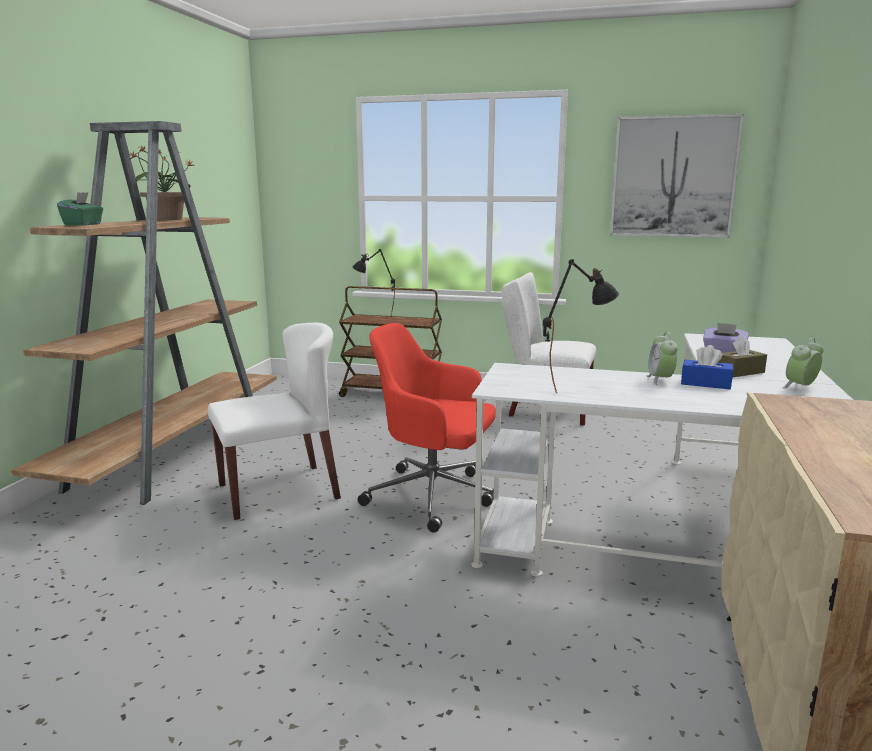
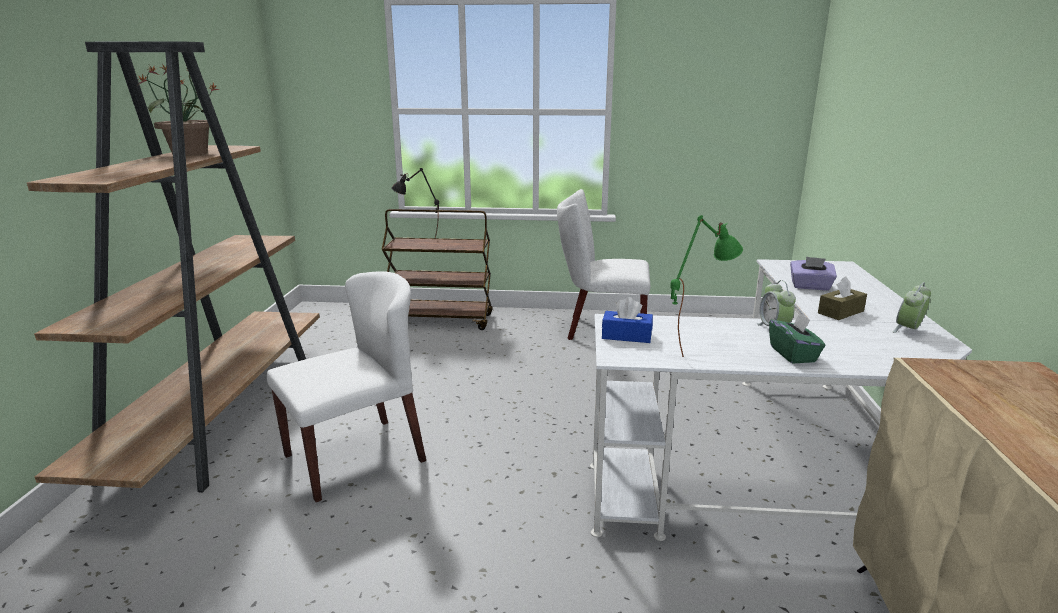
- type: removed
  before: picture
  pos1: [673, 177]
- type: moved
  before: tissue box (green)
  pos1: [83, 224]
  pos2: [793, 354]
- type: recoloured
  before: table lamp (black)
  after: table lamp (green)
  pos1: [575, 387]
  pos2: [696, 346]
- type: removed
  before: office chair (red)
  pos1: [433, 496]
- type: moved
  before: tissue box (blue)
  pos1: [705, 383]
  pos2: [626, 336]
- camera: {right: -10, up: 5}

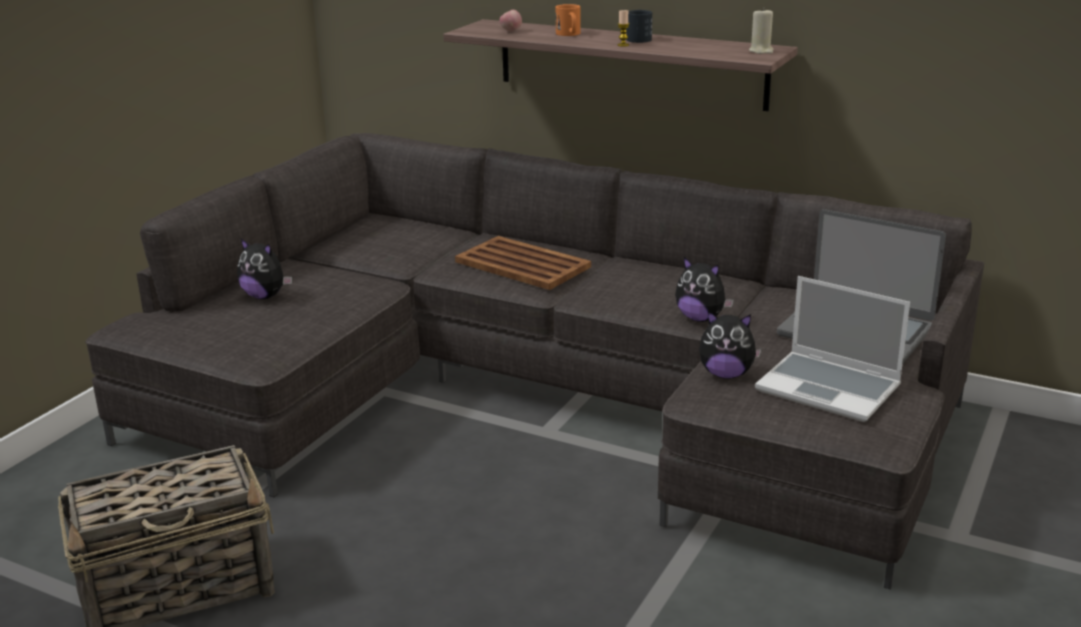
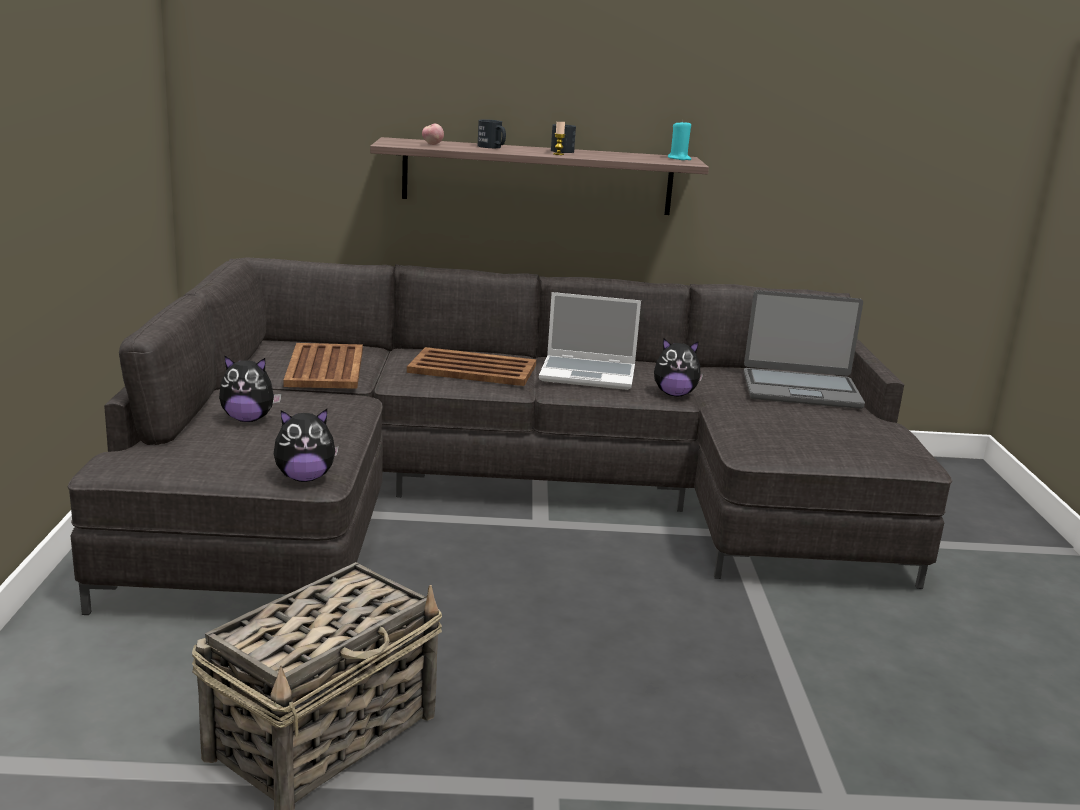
- type: recoloured
  before: mug (orange)
  after: mug (black)
  pos1: [569, 34]
  pos2: [492, 147]
- type: recoloured
  before: candle (beige)
  after: candle (turquoise)
  pos1: [761, 51]
  pos2: [679, 159]
- type: moved
  before: laptop
  pos1: [830, 388]
  pos2: [589, 374]
- type: moved
  before: plush toy
  pos1: [726, 374]
  pos2: [305, 478]
- type: added
  after: tray (brown)
  pos2: [325, 367]
- camera: {right: -30, up: -5}

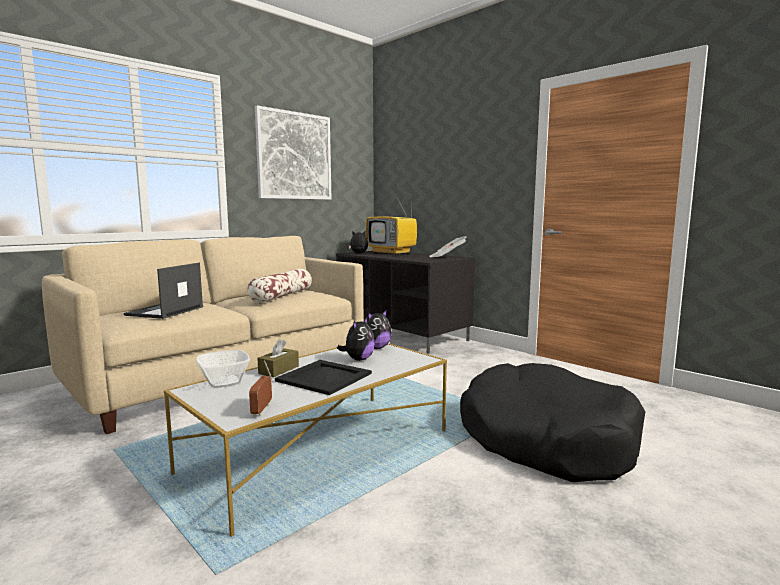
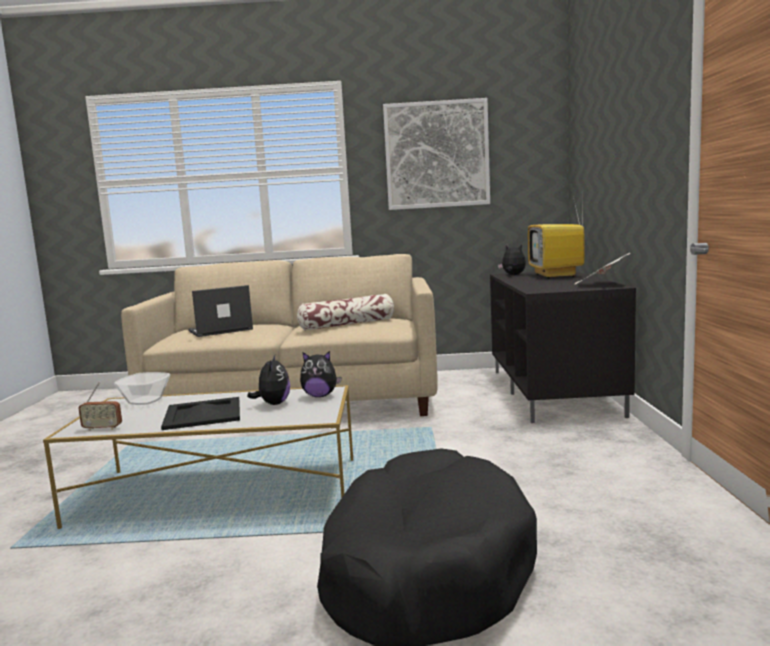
- type: turned
  before: plush toy
  pos1: [358, 359]
  pos2: [273, 404]
  turn: -75
- type: removed
  before: tissue box (brown)
  pos1: [279, 370]
- type: turned
  before: radio
  pos1: [262, 409]
  pos2: [102, 428]
  turn: -135
- camera: {right: 45, up: 0}

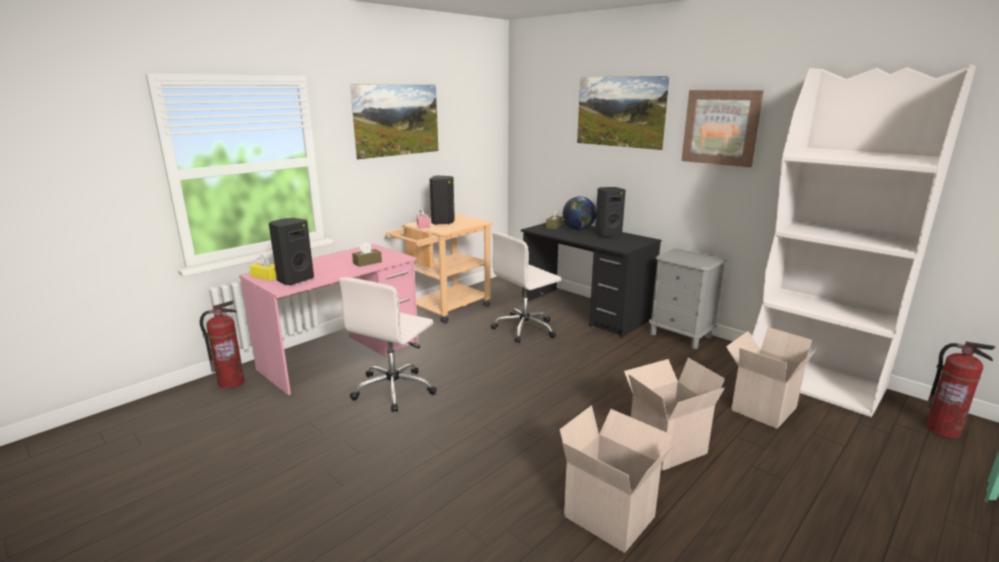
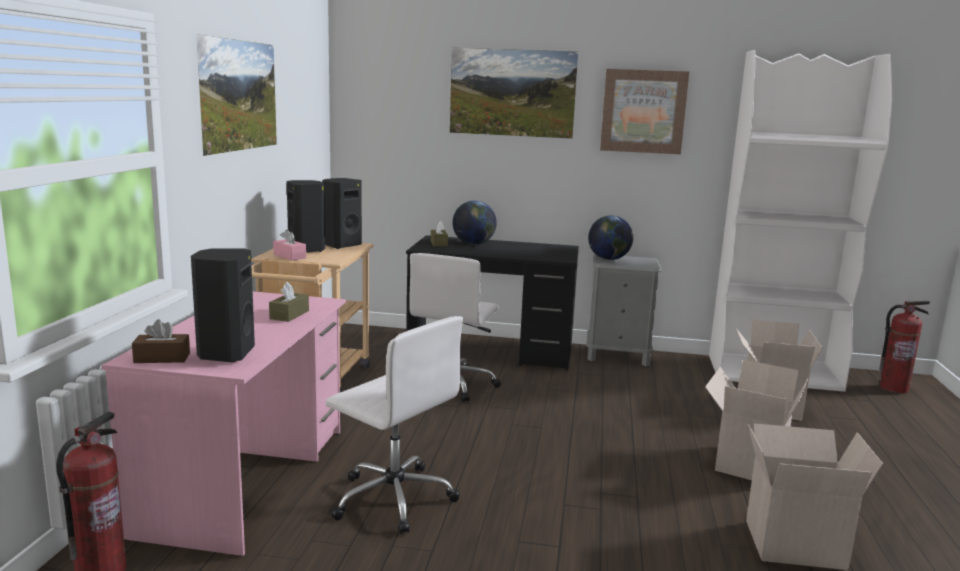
- type: moved
  before: speaker (black)
  pos1: [607, 234]
  pos2: [341, 245]
- type: recoloured
  before: tissue box (yellow)
  after: tissue box (brown)
  pos1: [266, 276]
  pos2: [162, 358]
- type: turned
  before: office chair (white)
  pos1: [394, 389]
  pos2: [393, 498]
  turn: -45
- type: added
  after: globe
  pos2: [609, 259]
- camera: {right: -35, up: -5}

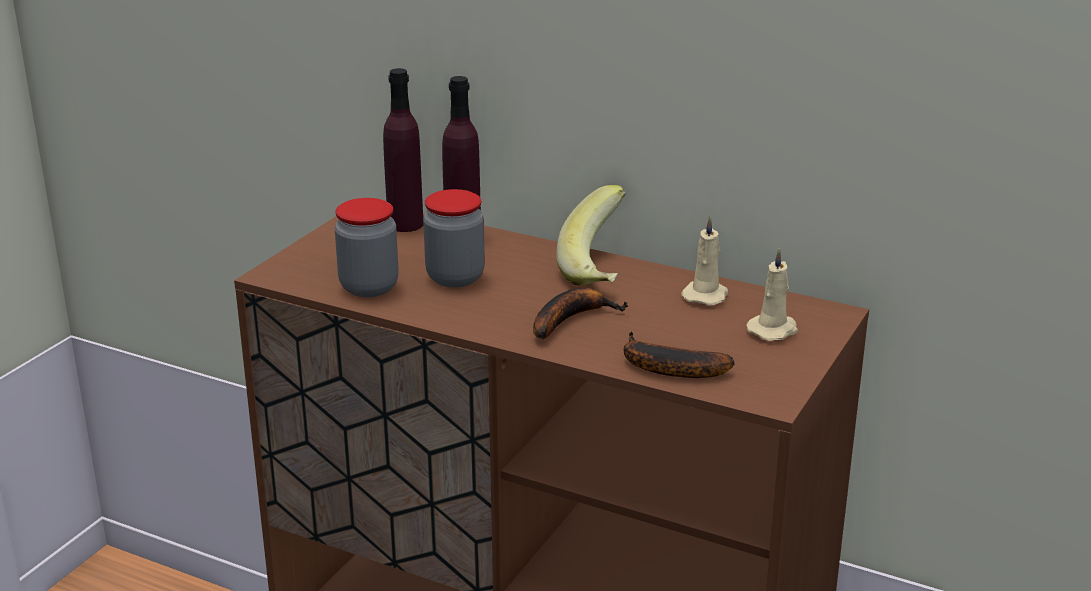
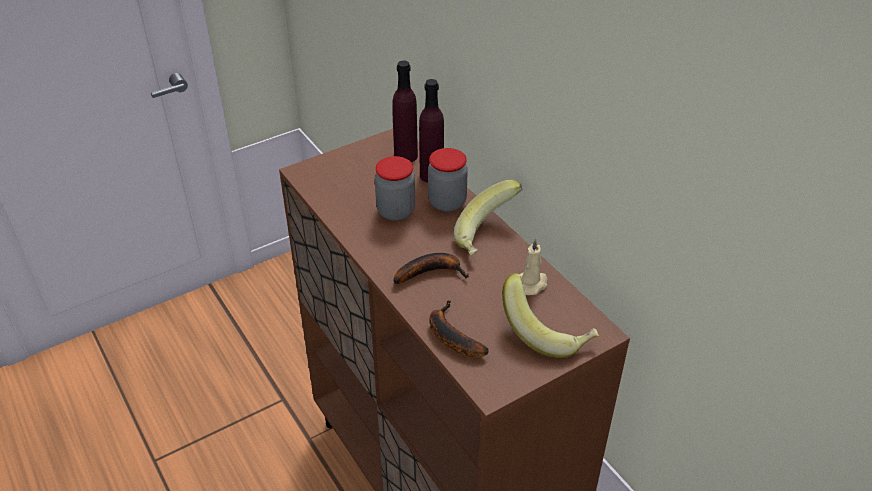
- type: moved
  before: jar
  pos1: [369, 287]
  pos2: [447, 202]
- type: replaced
  before: candle (beige)
  after: banana
  pos1: [774, 330]
  pos2: [547, 332]
- camera: {right: 30, up: 15}

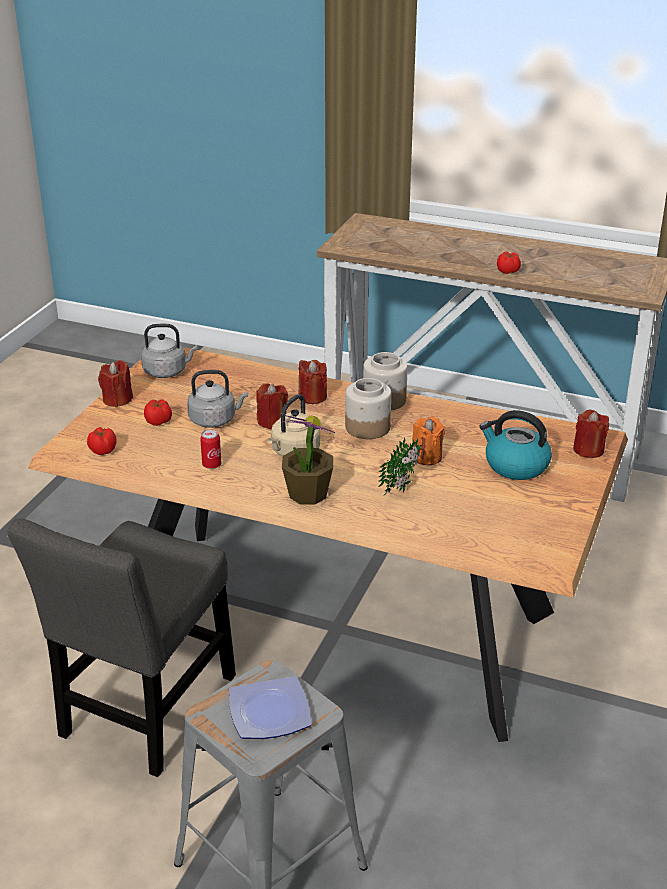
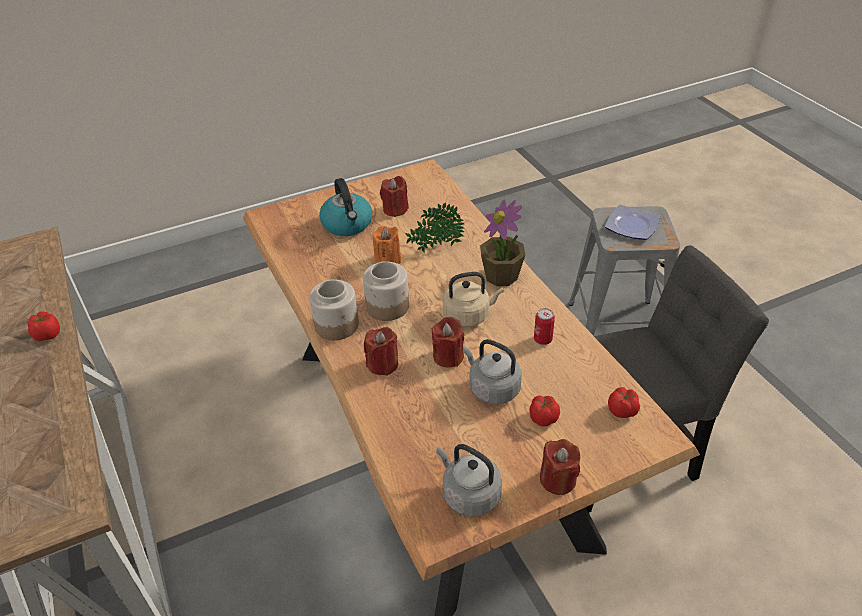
- type: moved
  before: candle (red)
  pos1: [588, 450]
  pos2: [395, 209]
- camera: {right: -135, up: 10}

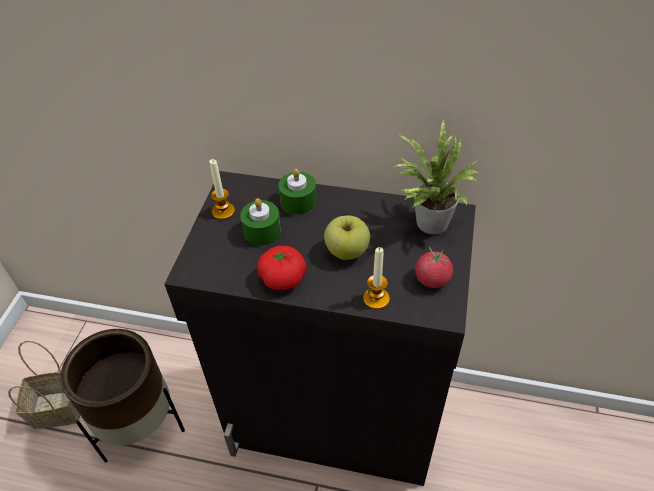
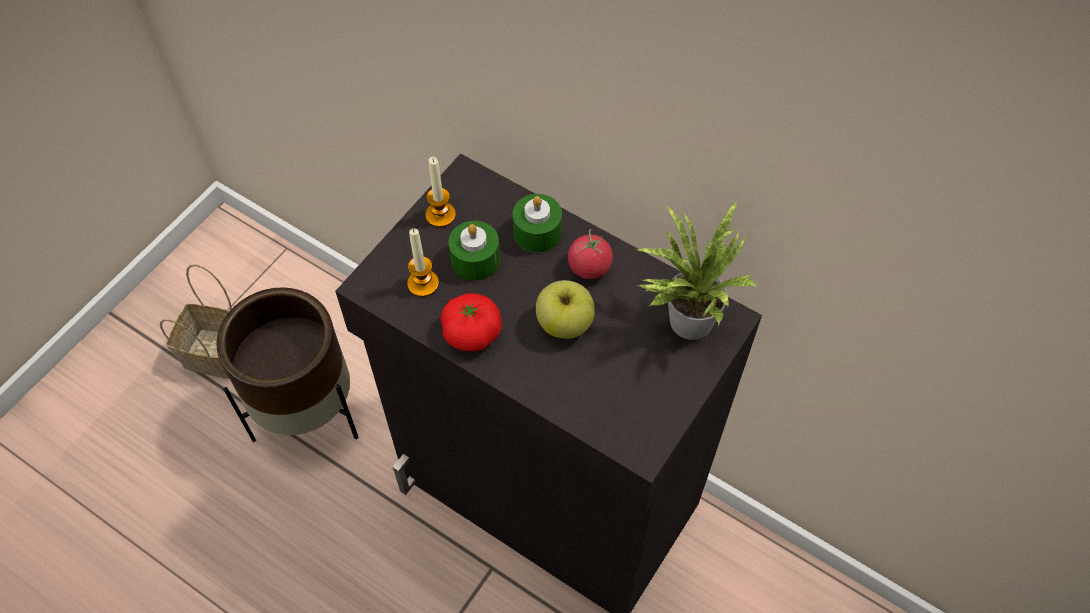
- type: moved
  before: candle
  pos1: [376, 298]
  pos2: [423, 283]
- type: moved
  before: tomato
  pos1: [432, 279]
  pos2: [589, 267]
- camera: {right: 20, up: 10}

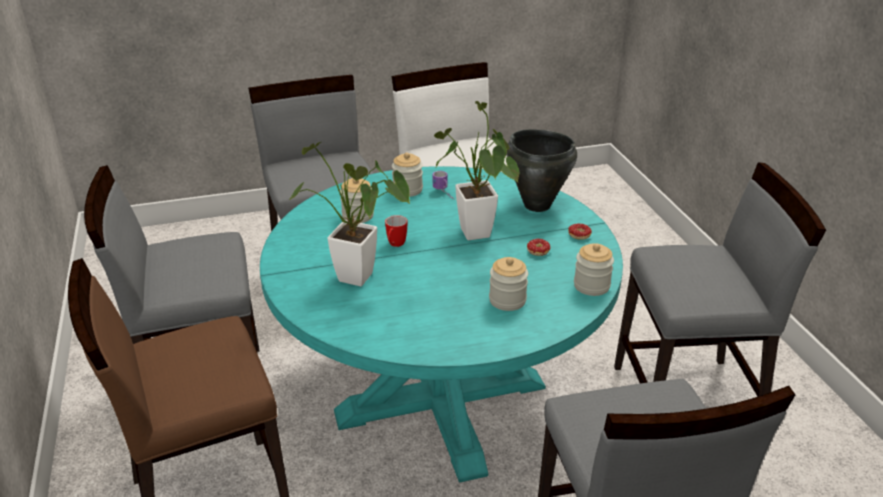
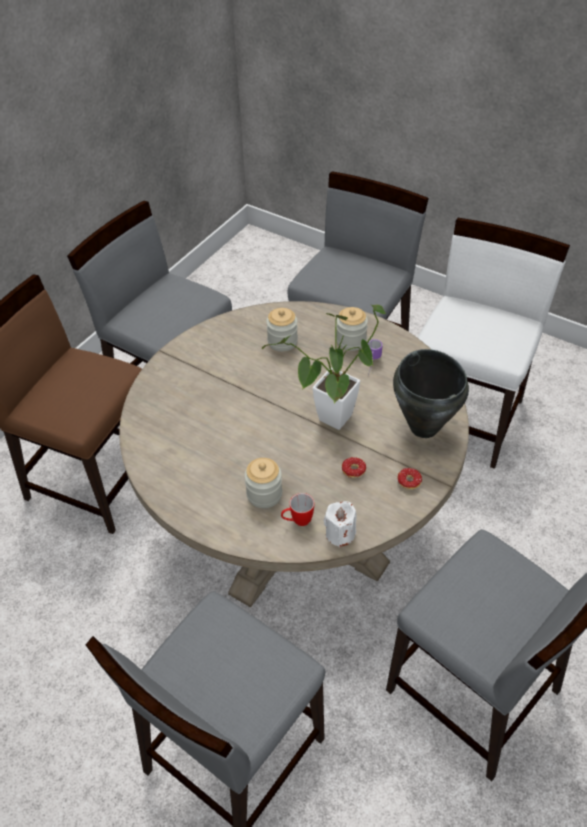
- type: removed
  before: potted plant
  pos1: [363, 279]
- type: recoloured
  before: dining table (turquoise)
  after: dining table (beige)
  pos1: [441, 400]
  pos2: [296, 526]
- type: moved
  before: mug
  pos1: [395, 245]
  pos2: [297, 521]
- type: replaced
  before: jar
  after: candle (white)
  pos1: [591, 286]
  pos2: [340, 534]
- camera: {right: 50, up: 15}

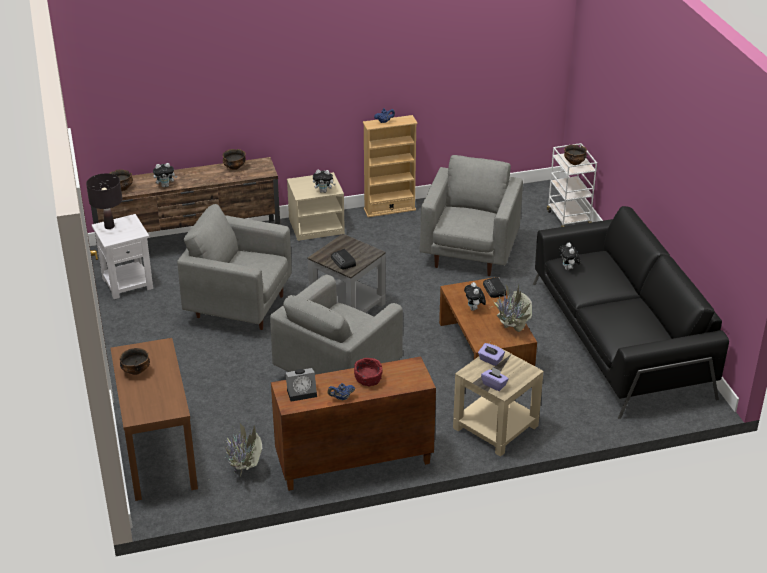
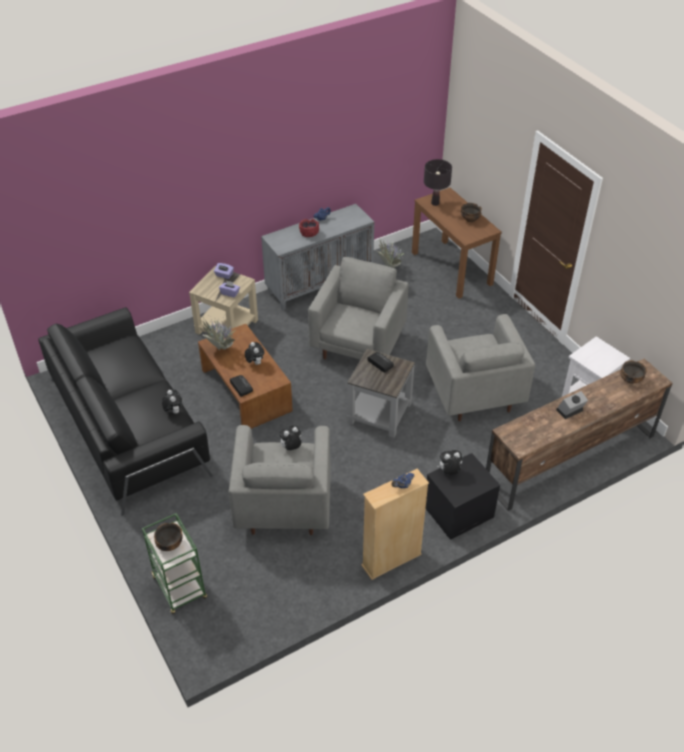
- type: recoloured
  before: cart (white)
  after: cart (green)
  pos1: [568, 219]
  pos2: [180, 588]
- type: removed
  before: bowl
  pos1: [234, 167]
- type: moved
  before: plush toy
  pos1: [165, 185]
  pos2: [291, 448]
- type: recoloured
  before: nightstand (beige)
  after: nightstand (black)
  pos1: [317, 226]
  pos2: [458, 513]
- type: moved
  before: table lamp (black)
  pos1: [109, 226]
  pos2: [435, 203]
- type: turned
  before: armchair (grey)
  pos1: [239, 306]
  pos2: [474, 394]
  turn: 75
- type: recoloured
  before: cabinet (brown)
  after: cabinet (grey)
  pos1: [353, 463]
  pos2: [319, 284]
- type: moved
  before: alarm clock
  pos1: [302, 392]
  pos2: [569, 411]
- camera: {right: 165, up: 10}

